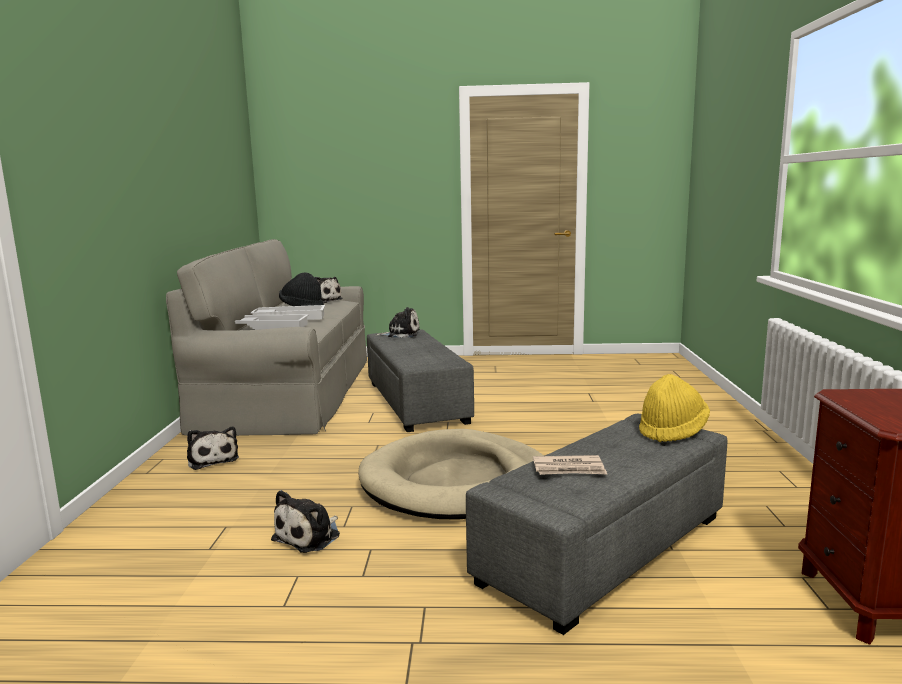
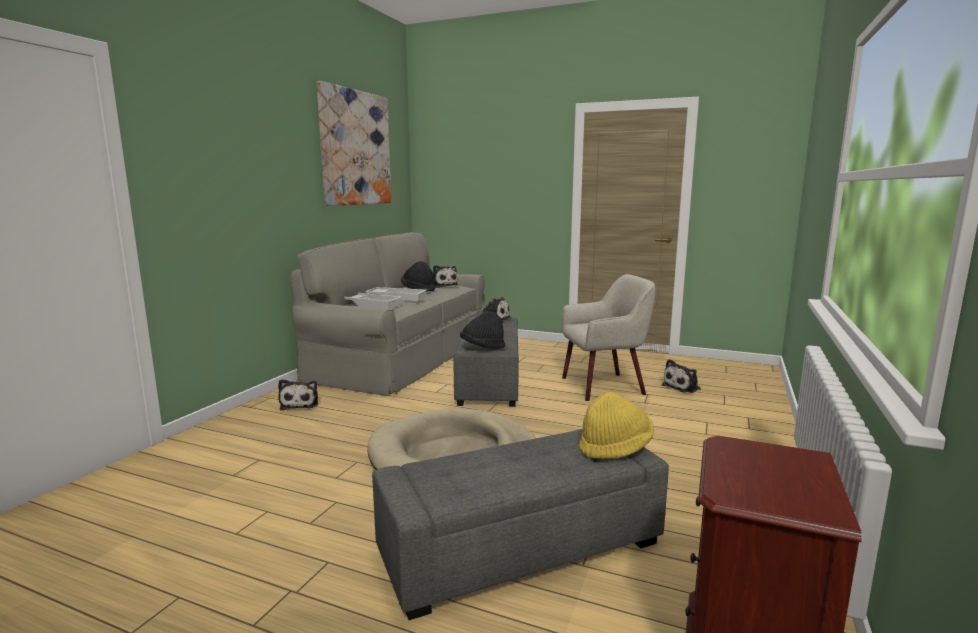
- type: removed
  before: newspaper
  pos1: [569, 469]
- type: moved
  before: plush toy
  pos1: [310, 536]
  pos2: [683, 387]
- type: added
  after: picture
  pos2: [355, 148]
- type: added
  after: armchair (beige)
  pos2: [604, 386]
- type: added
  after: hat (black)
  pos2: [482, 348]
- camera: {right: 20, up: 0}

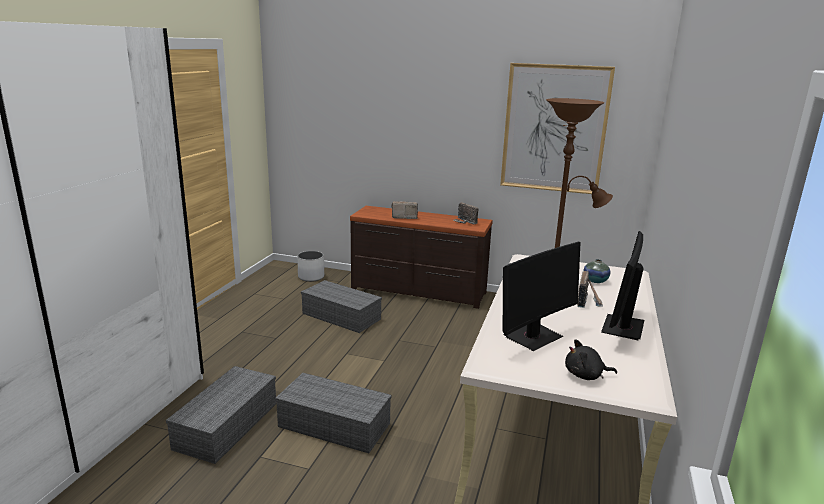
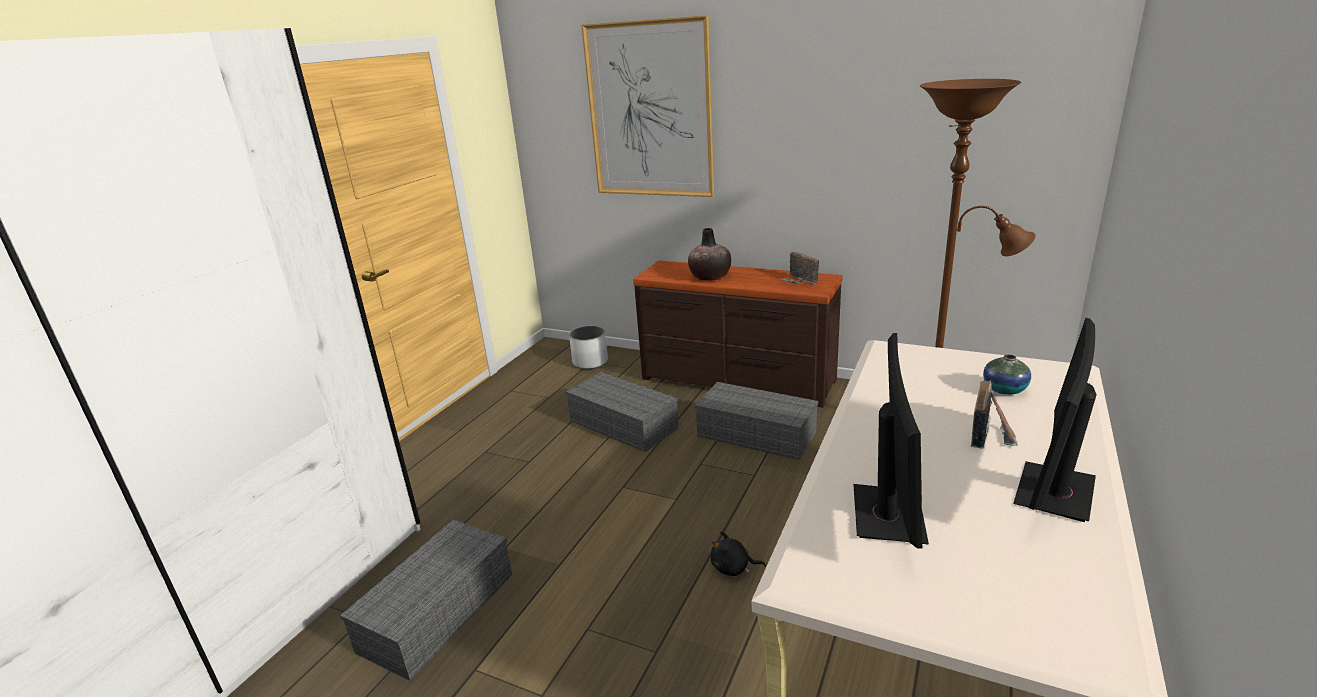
- type: moved
  before: picture
  pos1: [554, 129]
  pos2: [649, 111]
- type: replaced
  before: radio
  after: vase
  pos1: [404, 217]
  pos2: [710, 277]
- type: turned
  before: monitor
  pos1: [533, 337]
  pos2: [888, 515]
  turn: -45
- type: moved
  before: plush toy (black)
  pos1: [585, 375]
  pos2: [733, 568]
- type: moved
  before: storage box (grey)
  pos1: [336, 424]
  pos2: [758, 434]
- camera: {right: 10, up: 5}

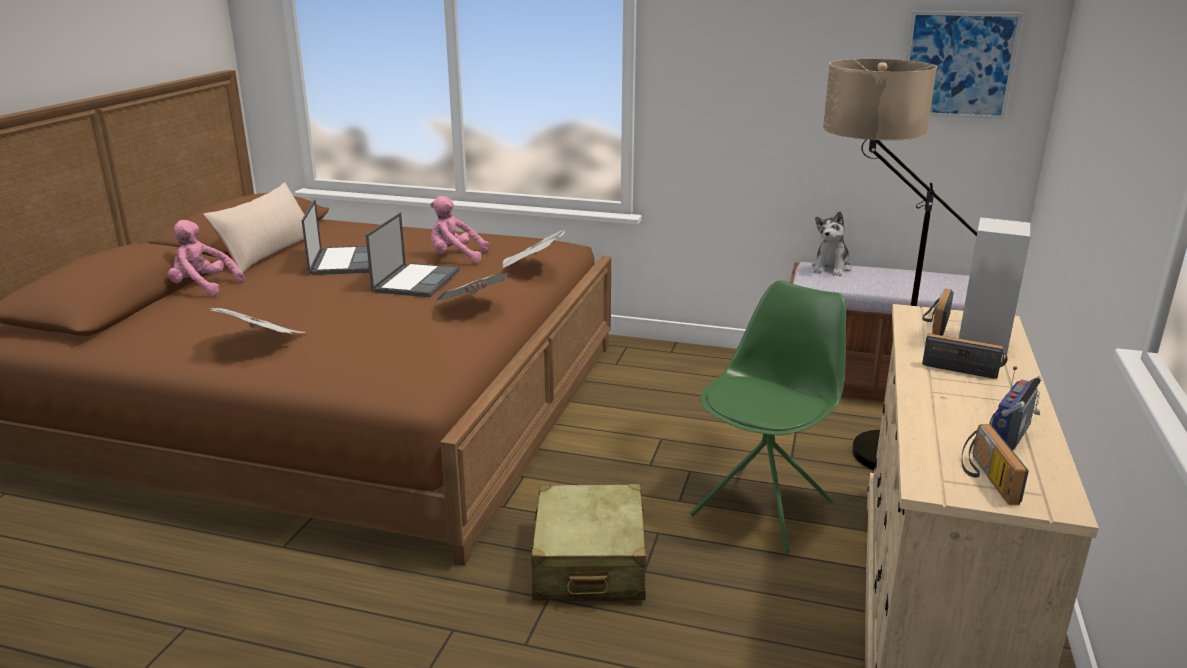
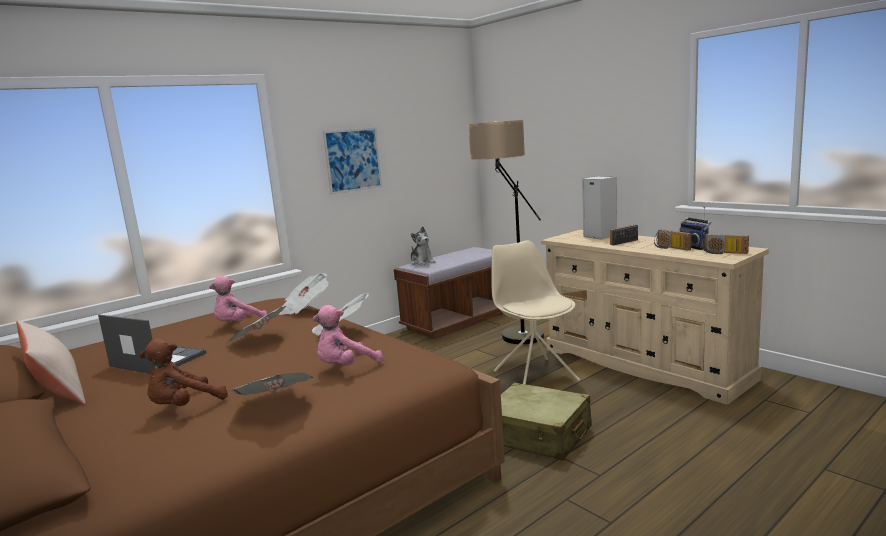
- type: moved
  before: picture
  pos1: [958, 65]
  pos2: [353, 160]
- type: replaced
  before: laptop
  after: newspaper
  pos1: [416, 280]
  pos2: [258, 340]
- type: moved
  before: plush toy (pink)
  pos1: [203, 287]
  pos2: [346, 367]
- type: recoloured
  before: chair (green)
  after: chair (beige)
  pos1: [764, 507]
  pos2: [534, 375]
- type: moved
  before: radio
  pos1: [933, 323]
  pos2: [670, 248]
- type: added
  after: plush toy (brown)
  pos2: [184, 407]
- camera: {right: -55, up: -10}

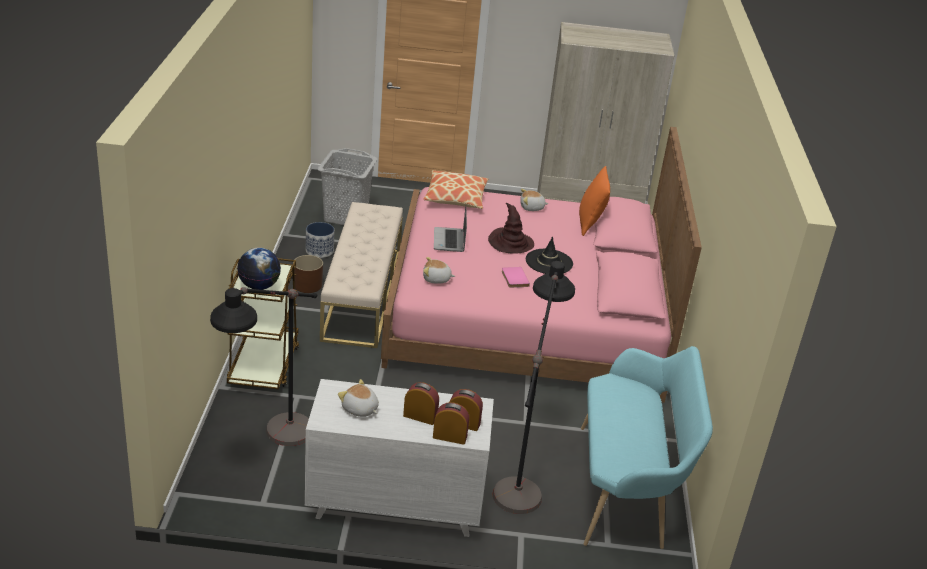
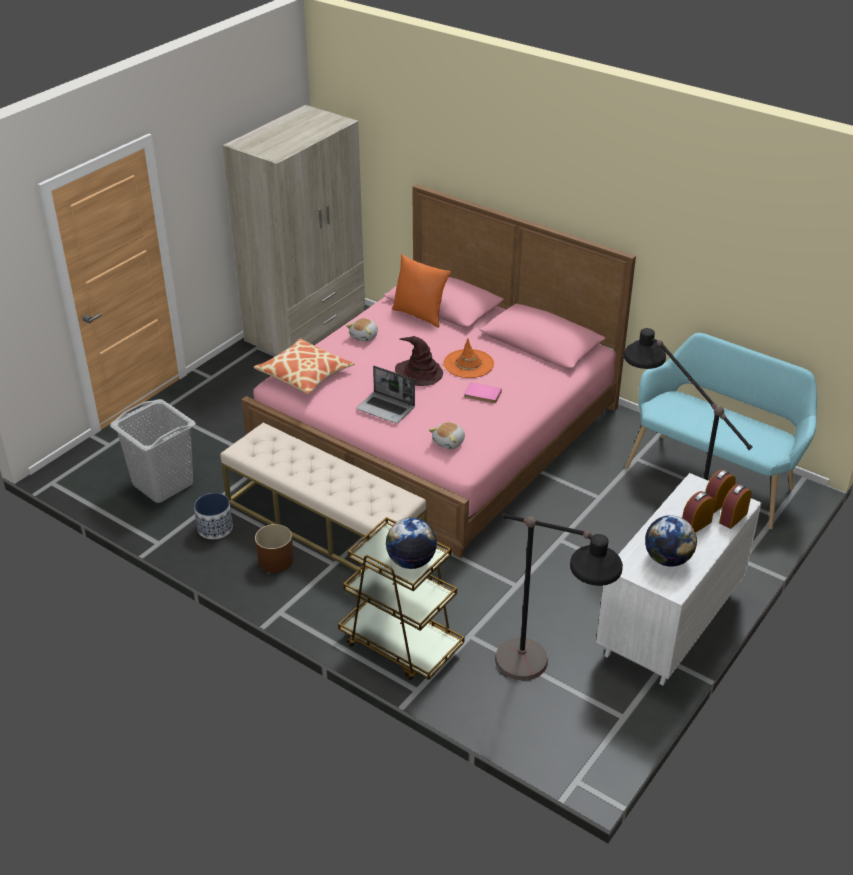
- type: recoloured
  before: hat (black)
  after: hat (orange)
  pos1: [549, 262]
  pos2: [468, 364]
- type: replaced
  before: plush toy
  after: globe
  pos1: [359, 409]
  pos2: [667, 559]
- camera: {right: -55, up: 5}

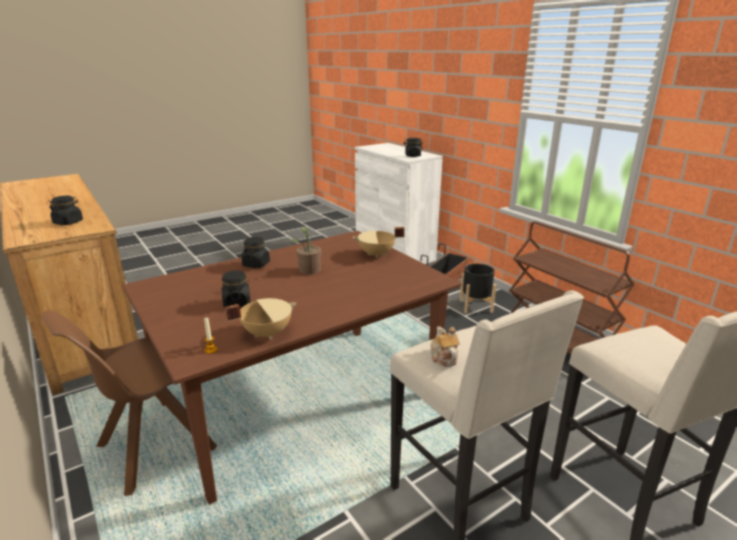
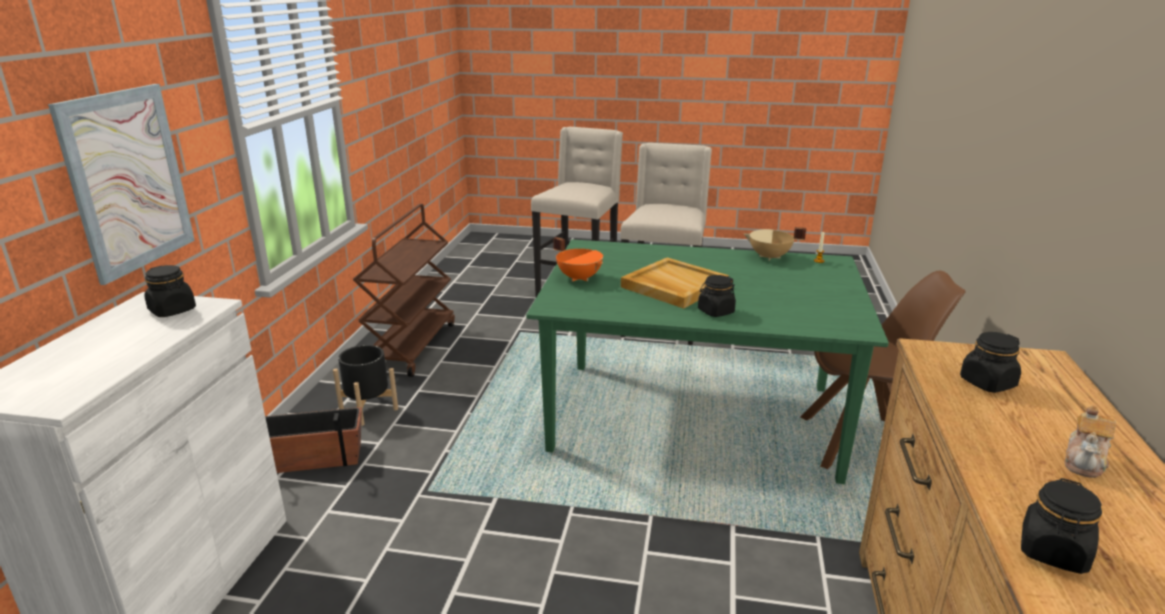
- type: replaced
  before: potted plant
  after: tray (beige)
  pos1: [308, 271]
  pos2: [673, 286]
- type: recoloured
  before: cooking pot (beige)
  after: cooking pot (orange)
  pos1: [376, 255]
  pos2: [579, 278]
- type: recoloured
  before: dining table (brown)
  after: dining table (green)
  pos1: [300, 399]
  pos2: [695, 417]
- type: moved
  before: jar (black)
  pos1: [237, 302]
  pos2: [1053, 552]
- type: moved
  before: teapot
  pos1: [443, 357]
  pos2: [1085, 462]
- type: added
  after: picture
  pos2: [128, 180]
- camera: {right: -135, up: 0}

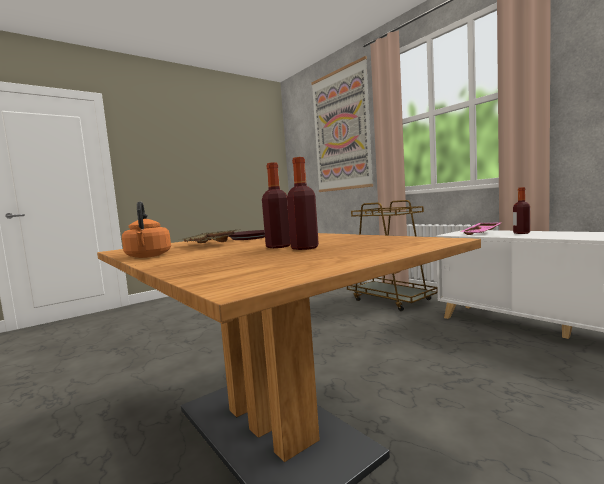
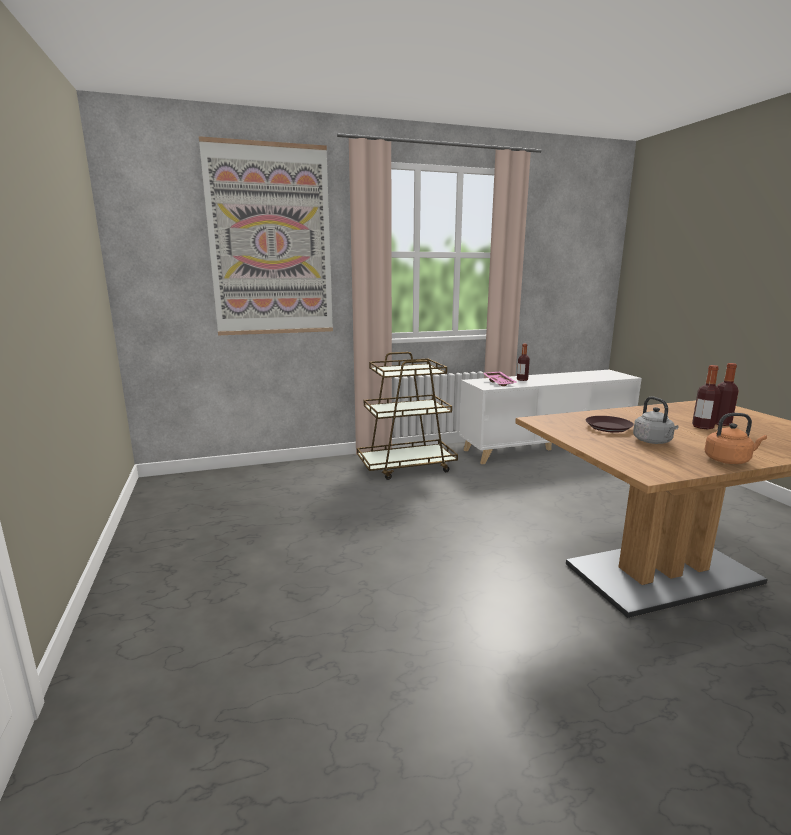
- type: replaced
  before: tray (beige)
  after: kettle (grey)
  pos1: [207, 245]
  pos2: [653, 441]
- camera: {right: -70, up: 10}

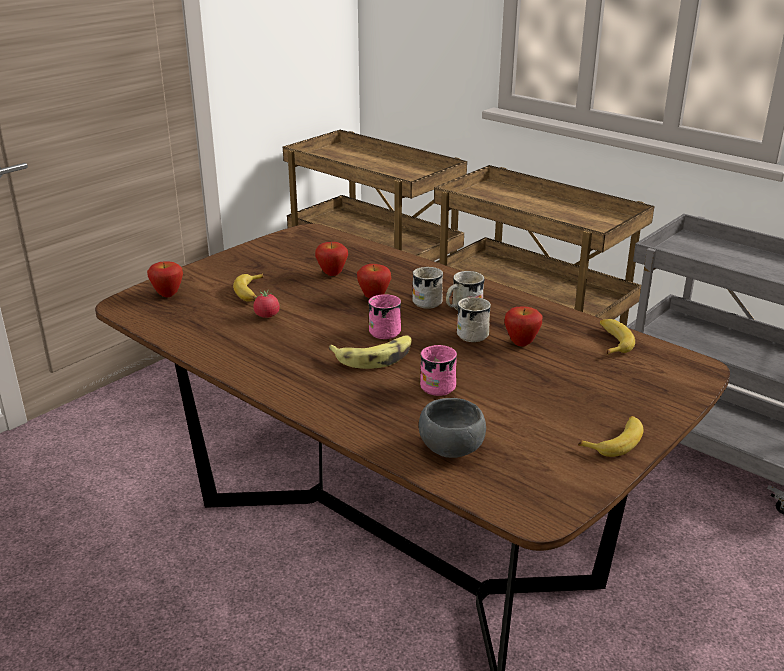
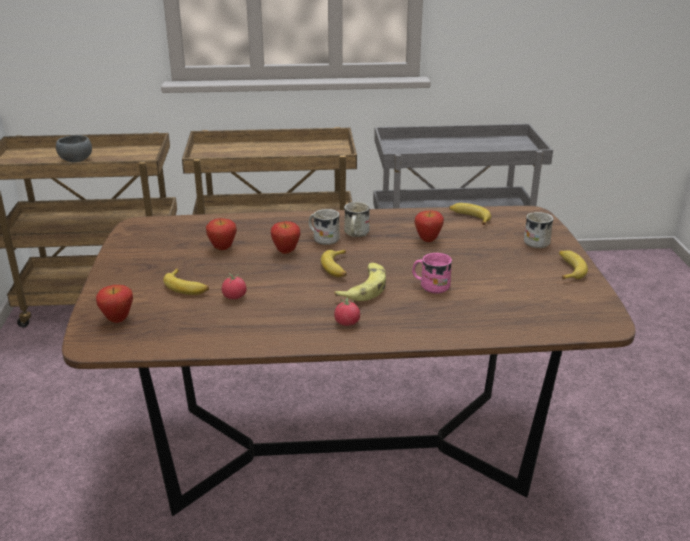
- type: replaced
  before: mug (pink)
  after: banana
  pos1: [387, 330]
  pos2: [337, 268]
- type: moved
  before: mug (white)
  pos1: [475, 333]
  pos2: [534, 241]
- type: moved
  before: bowl (grey)
  pos1: [450, 450]
  pos2: [76, 161]
- type: added
  after: tomato
  pos2: [347, 323]
- camera: {right: -45, up: 0}

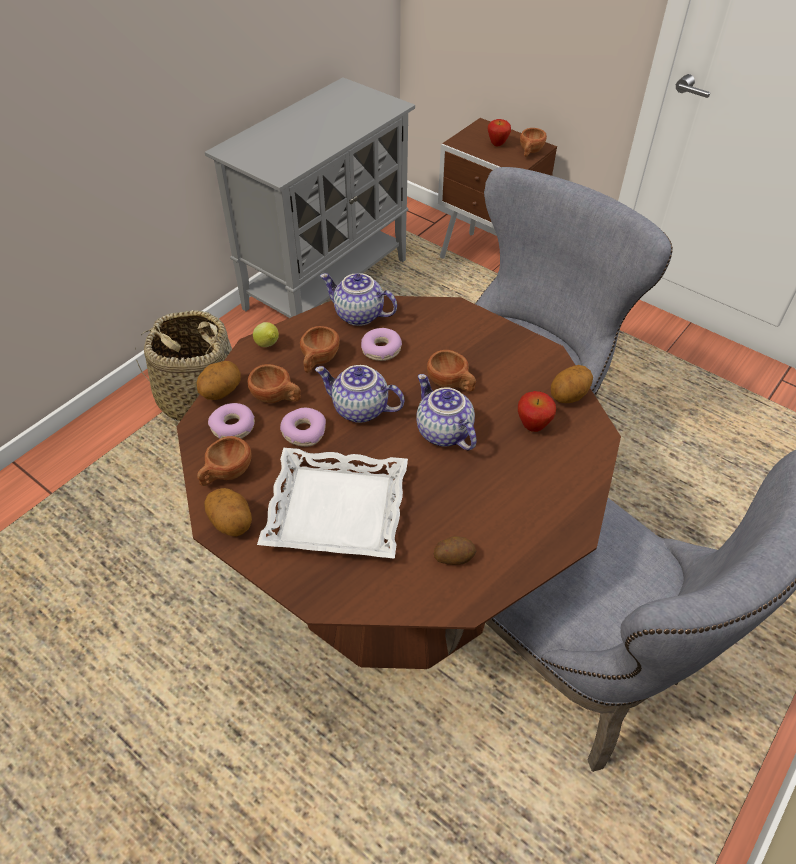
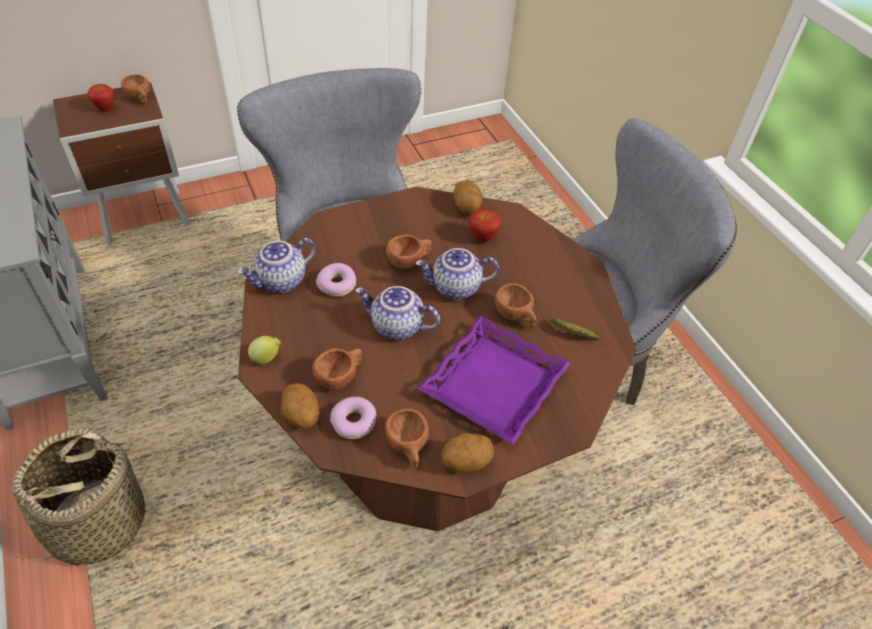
- type: moved
  before: cup (brown)
  pos1: [318, 361]
  pos2: [515, 316]
- type: turned
  before: teapot
  pos1: [359, 410]
  pos2: [396, 327]
  turn: 60
- type: removed
  before: donut
  pos1: [303, 432]
- type: recoloured
  before: tray (white)
  after: tray (purple)
  pos1: [337, 509]
  pos2: [493, 383]
- type: replaced
  before: potato
  after: banana
  pos1: [453, 556]
  pos2: [574, 334]
- camera: {right: -65, up: 0}

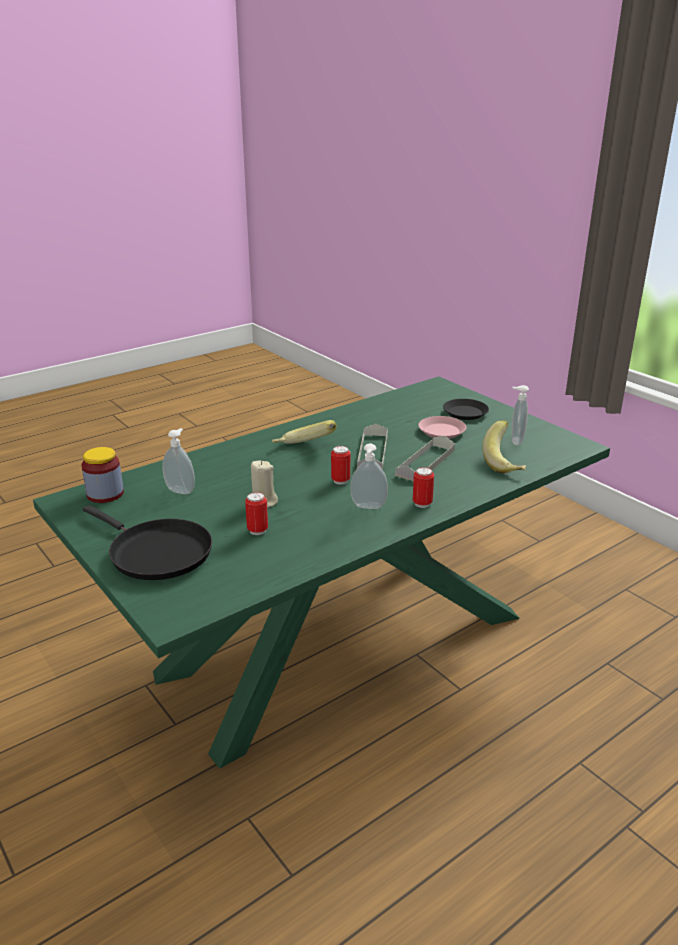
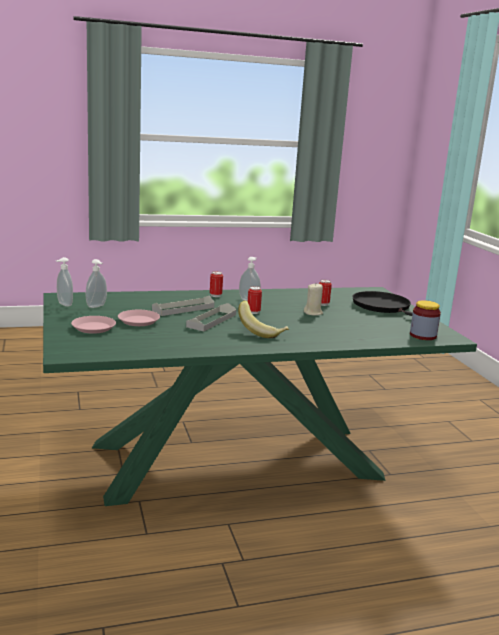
- type: recoloured
  before: plate (black)
  after: plate (pink)
  pos1: [465, 413]
  pos2: [93, 328]
- type: removed
  before: banana
  pos1: [506, 463]
- type: moved
  before: soap dispenser
  pos1: [181, 490]
  pos2: [64, 304]
- camera: {right: -160, up: -10}

